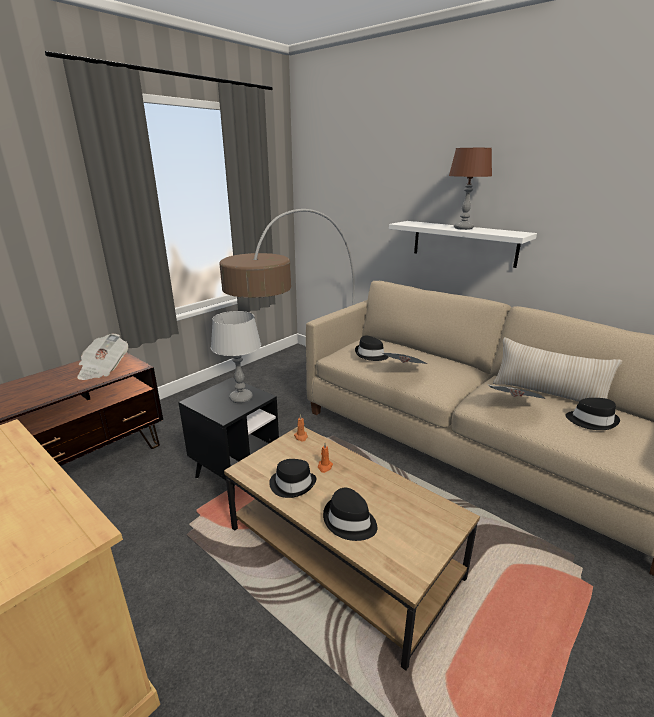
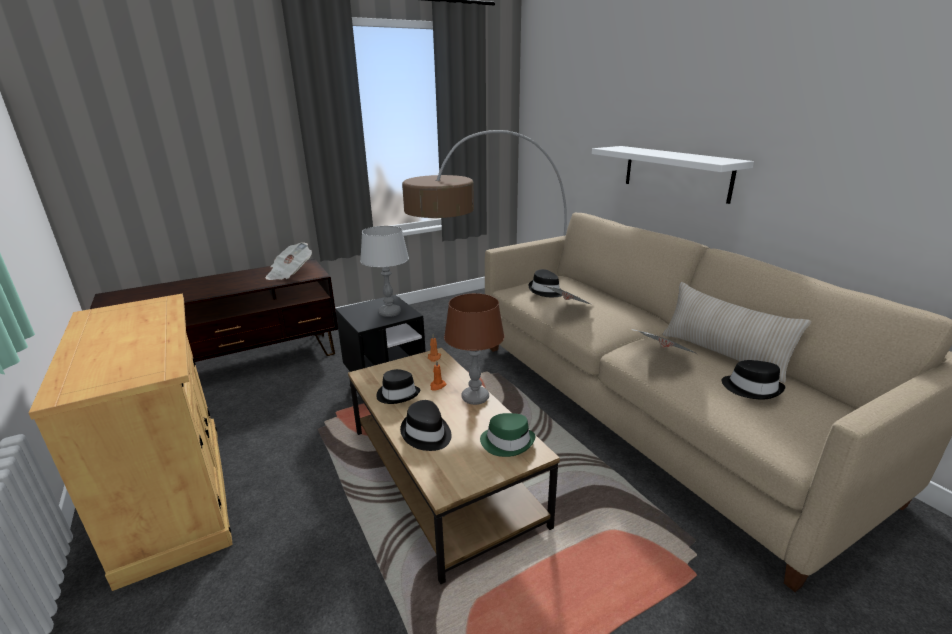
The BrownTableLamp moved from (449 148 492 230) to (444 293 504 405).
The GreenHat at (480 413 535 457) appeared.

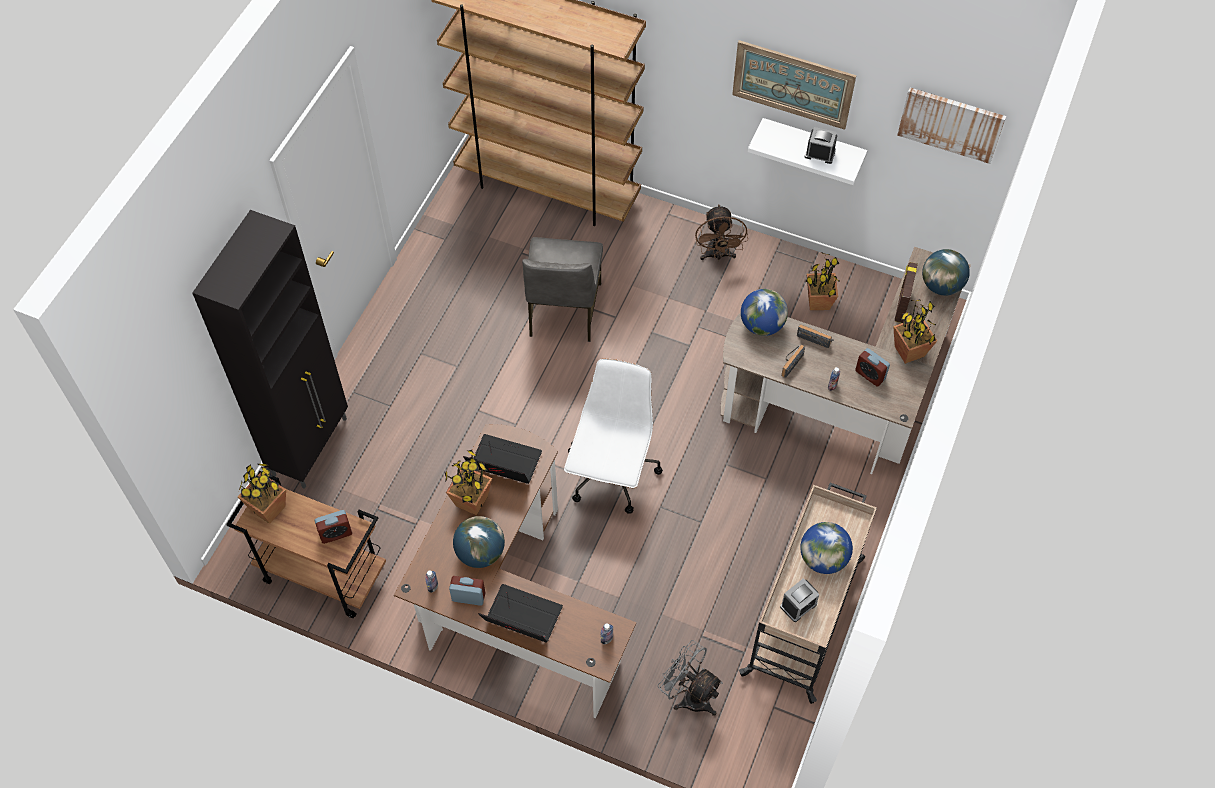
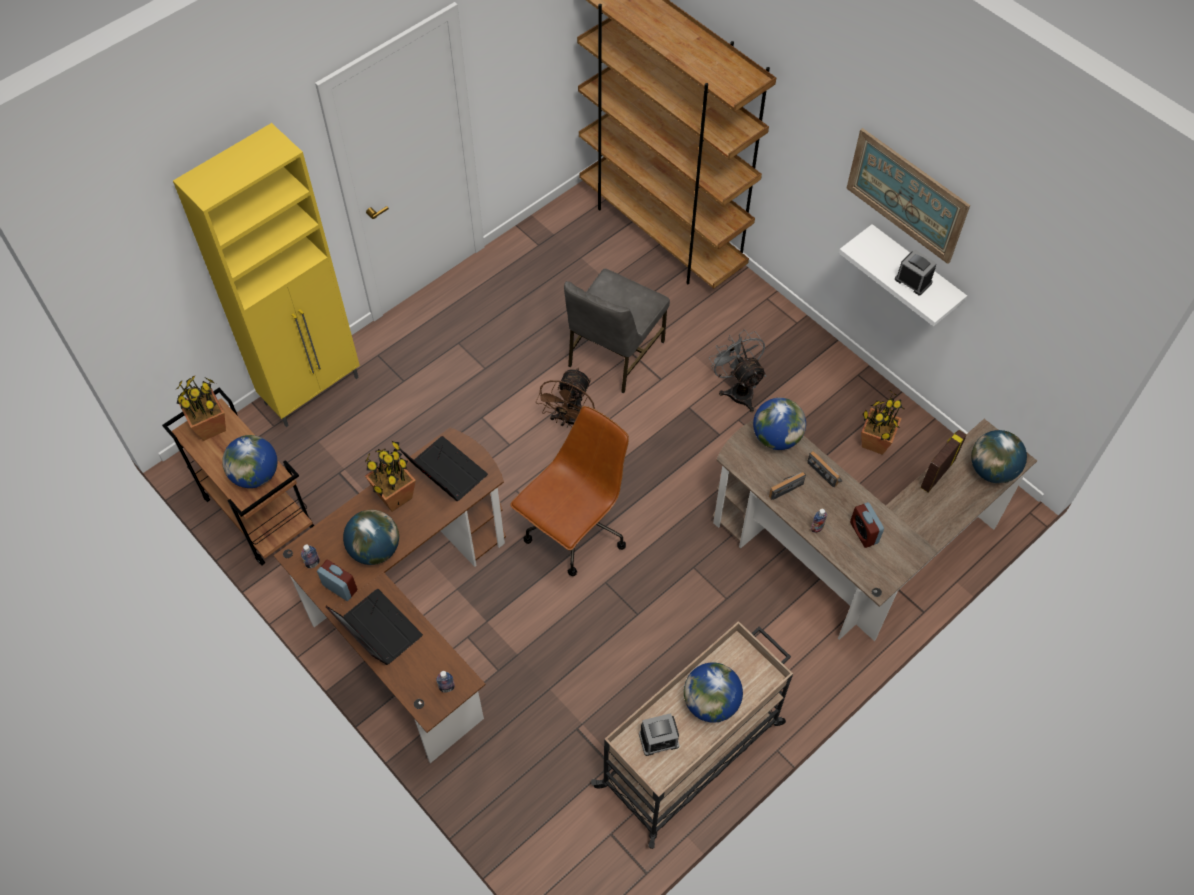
The Picture at (897 88 1006 164) disappeared.
The BrownFan moved from (695 204 748 261) to (536 368 595 428).
The BlackCabinet at (192 210 348 489) became the YellowCabinet at (173 123 360 427).
The PottedPlant at (893 300 937 364) disappeared.
The WhiteOfficeChair at (564 359 663 514) became the BrownOfficeChair at (510 406 629 576).
The AlarmClock at (315 510 352 544) was replaced by the Globe at (222 435 277 488).
The GreyFan moved from (658 640 723 716) to (709 330 766 412).

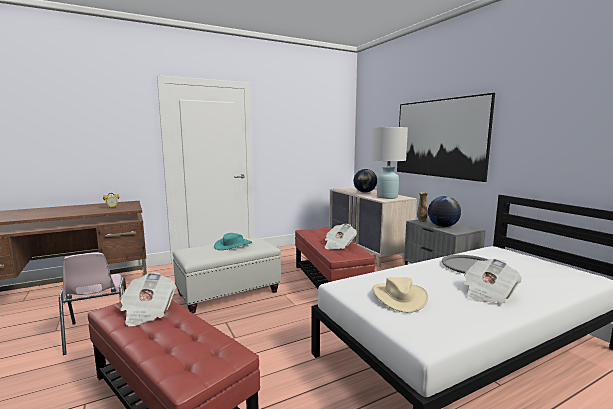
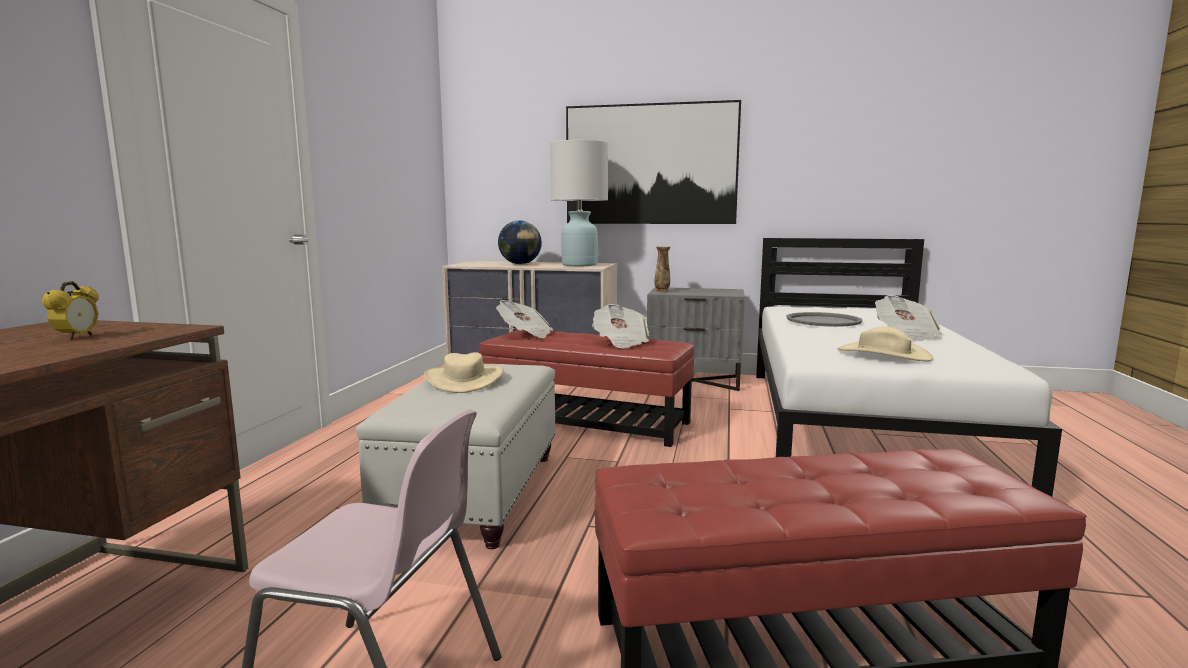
The Globe at (428 196 461 227) disappeared.
The TurquoiseHat at (214 233 252 250) became the BeigeHat at (424 352 504 393).
The Newspaper moved from (120 272 176 326) to (496 300 553 338).

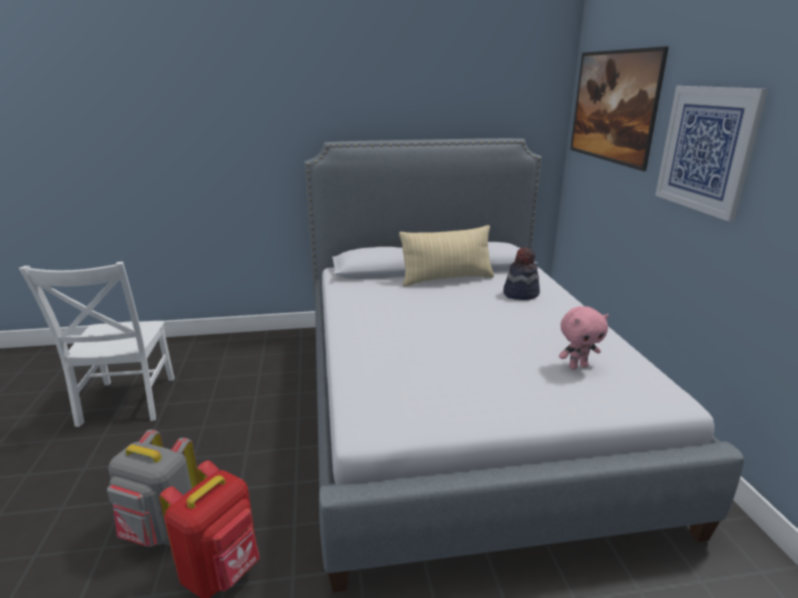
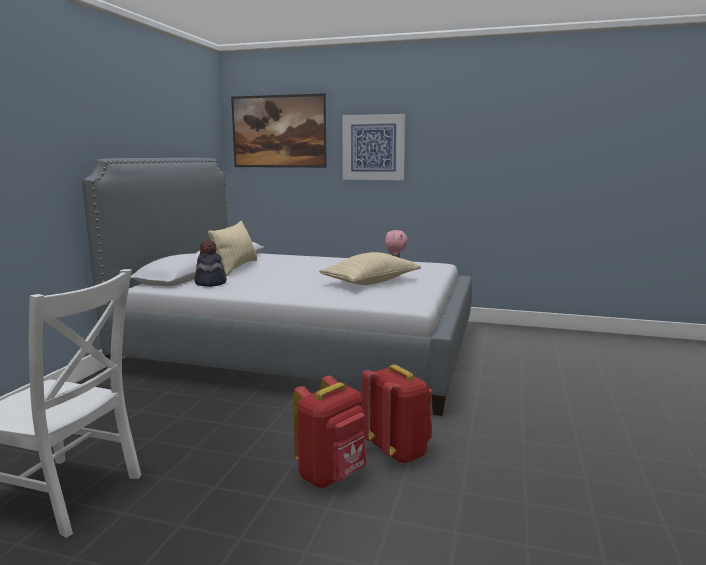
The Hat moved from (503 247 540 300) to (194 240 227 287).
The GreyBackpack at (107 430 199 547) became the RedBackpack at (293 376 366 488).
The BeigePillow at (319 252 421 285) appeared.

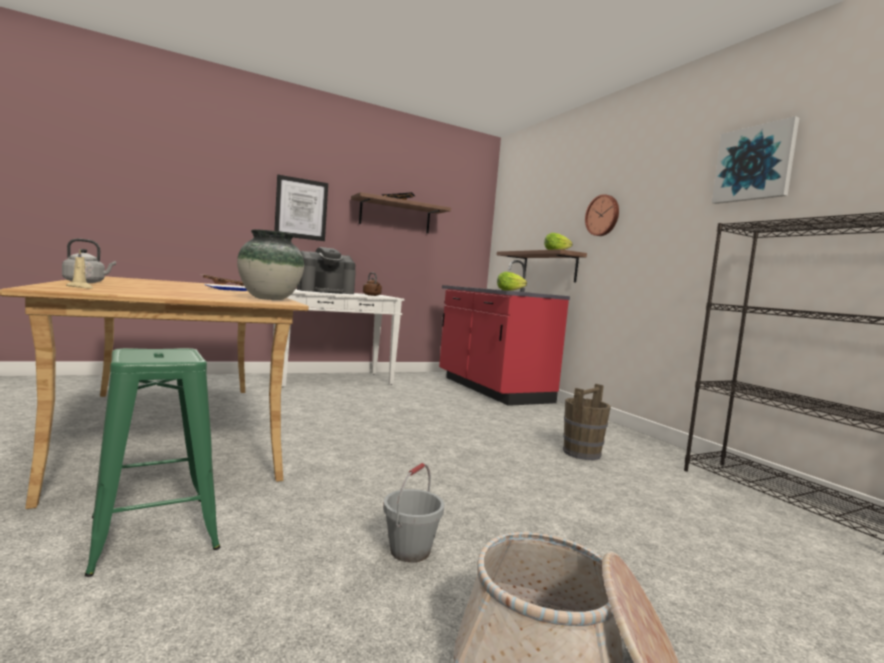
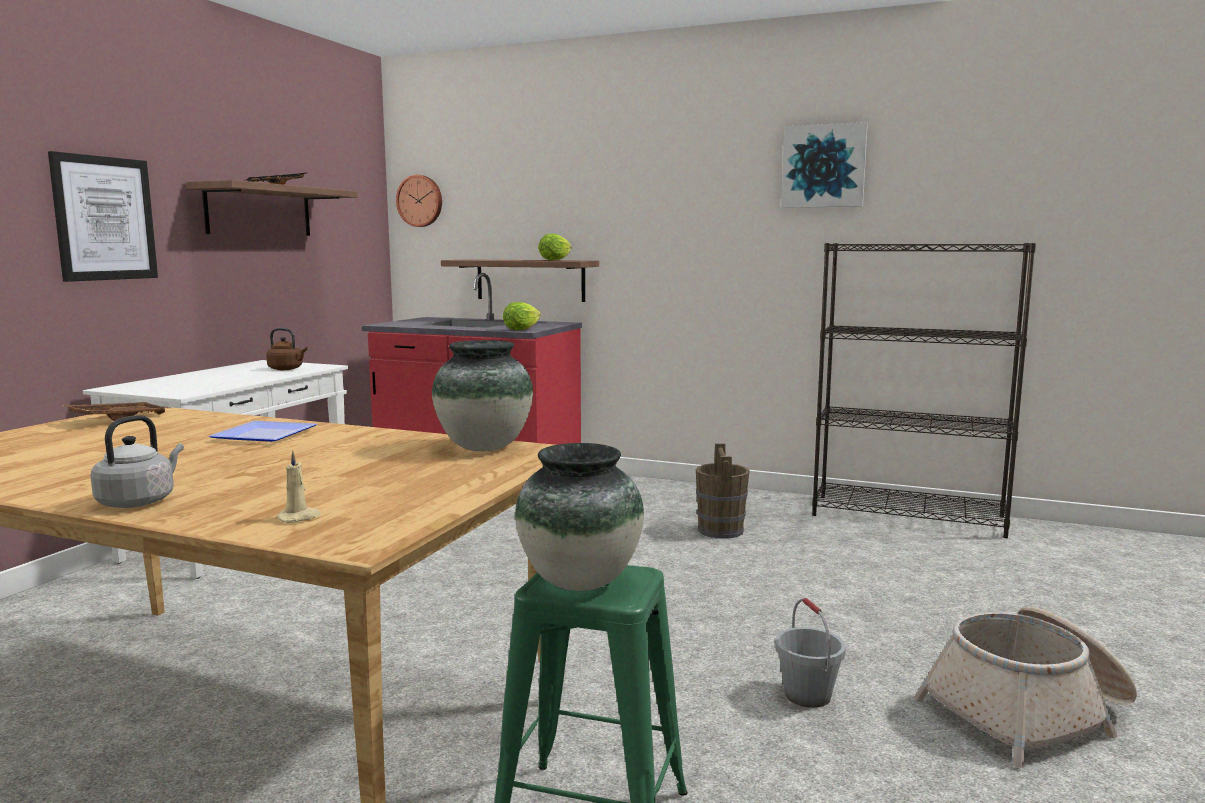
The WallClock moved from (585 194 619 236) to (396 175 442 227).
The CoffeeMachine at (297 247 356 294) disappeared.
The Vase at (515 443 644 591) appeared.

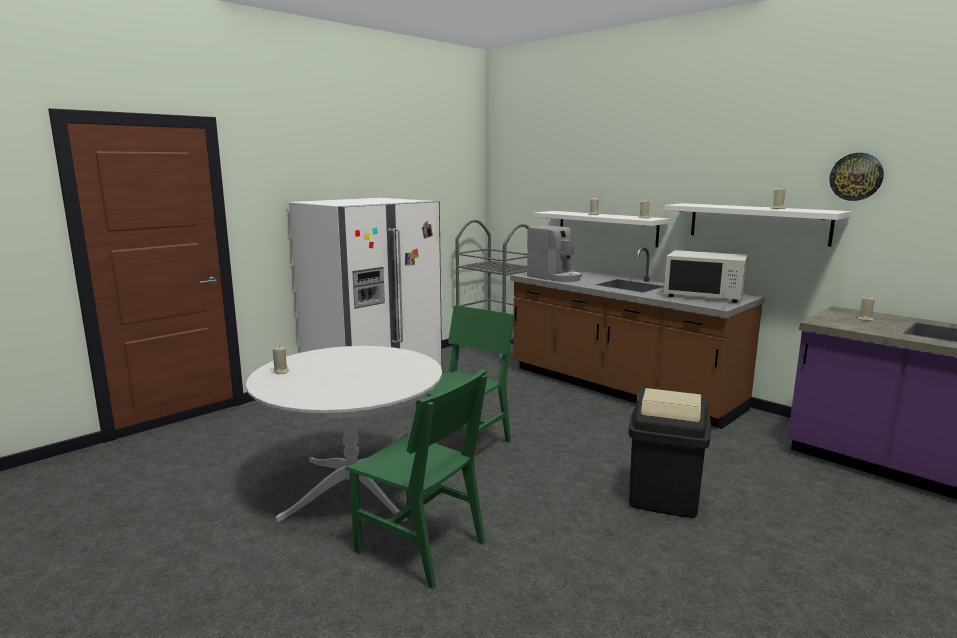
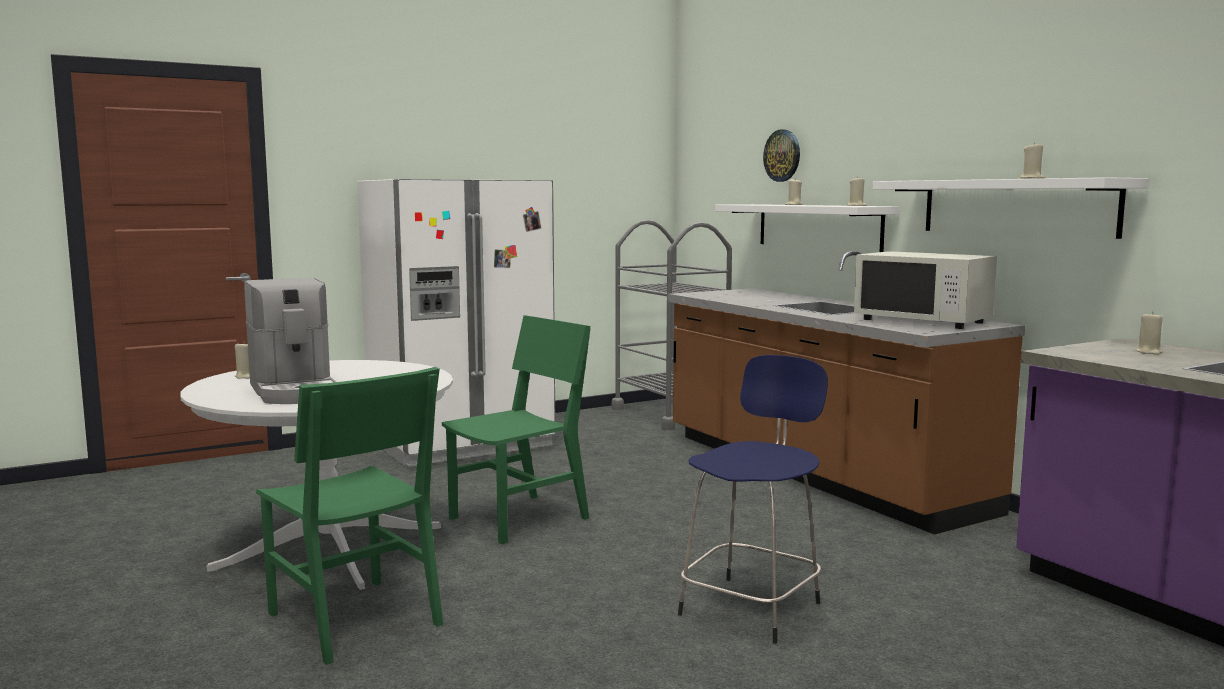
The WallClock moved from (829 153 884 201) to (763 129 800 182).
The CoffeeMachine moved from (527 225 582 282) to (244 278 336 404).
The BlackTrashCan at (628 388 711 518) was replaced by the BlueStool at (678 355 828 644).

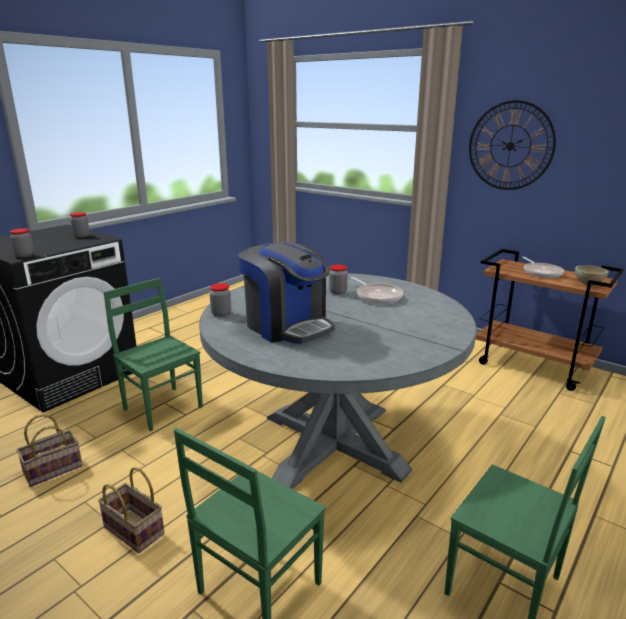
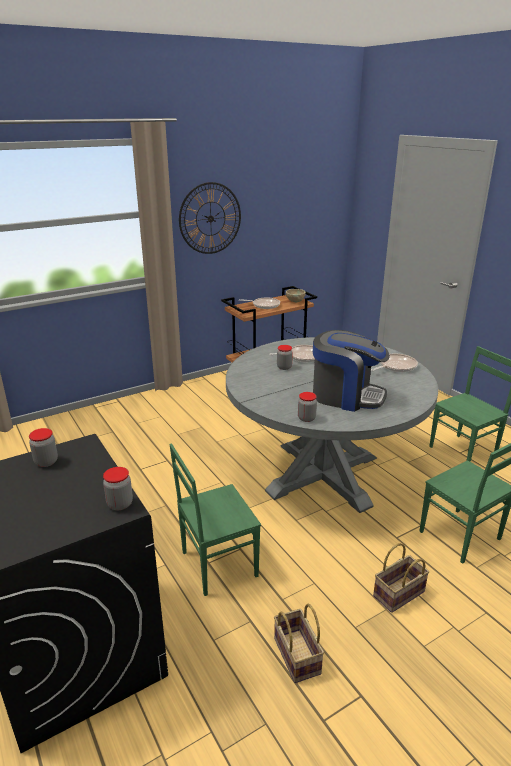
The CoffeeMachine at (238 242 335 344) turned 45 degrees clockwise.
The FryingPan at (371 354 418 372) appeared.

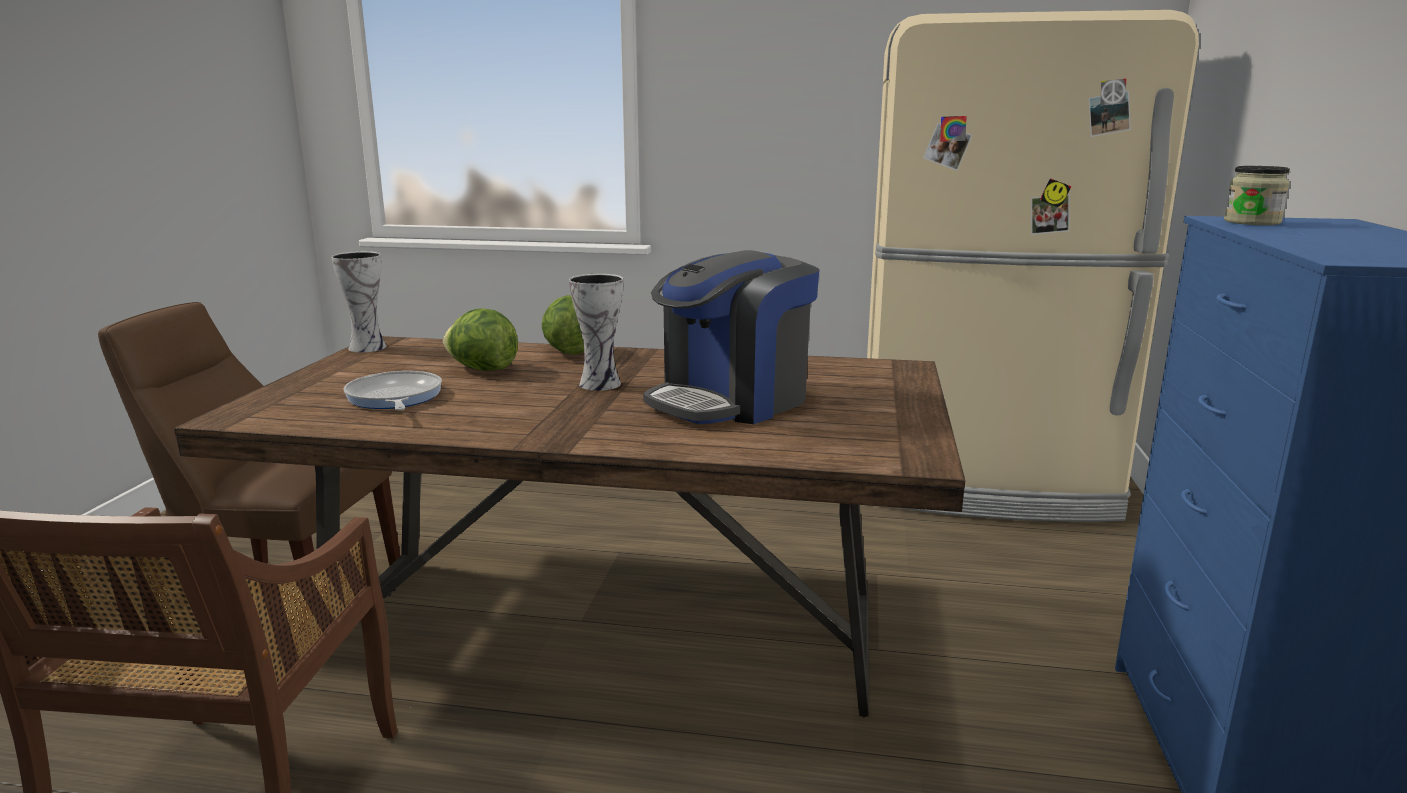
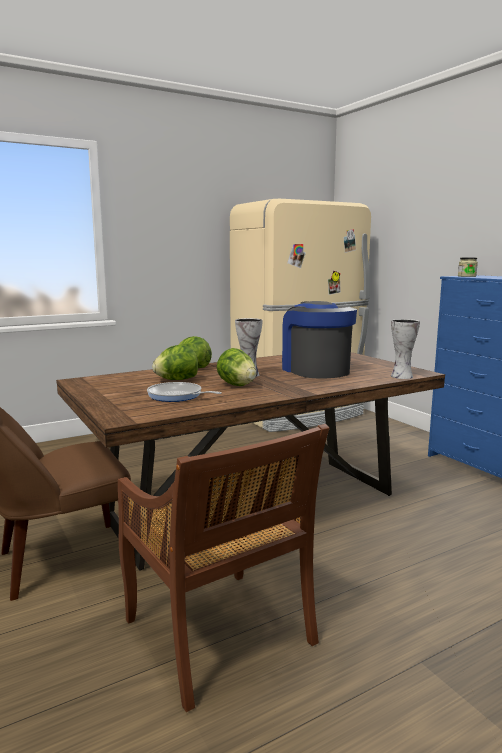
The CoffeeMachine at (643 250 820 424) turned 150 degrees clockwise.
The Vase moved from (331 251 386 352) to (391 319 420 379).
The Lettuce at (217 348 256 386) appeared.

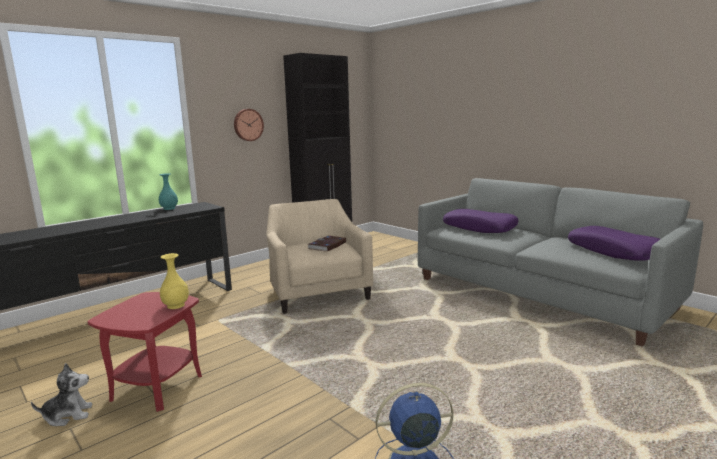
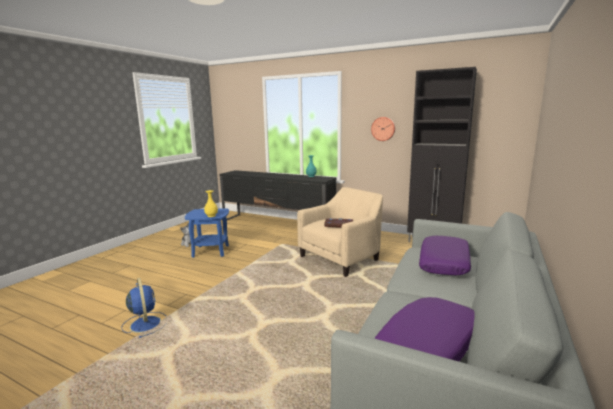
The RedSideTable at (87 292 202 412) became the BlueSideTable at (185 208 229 258).

